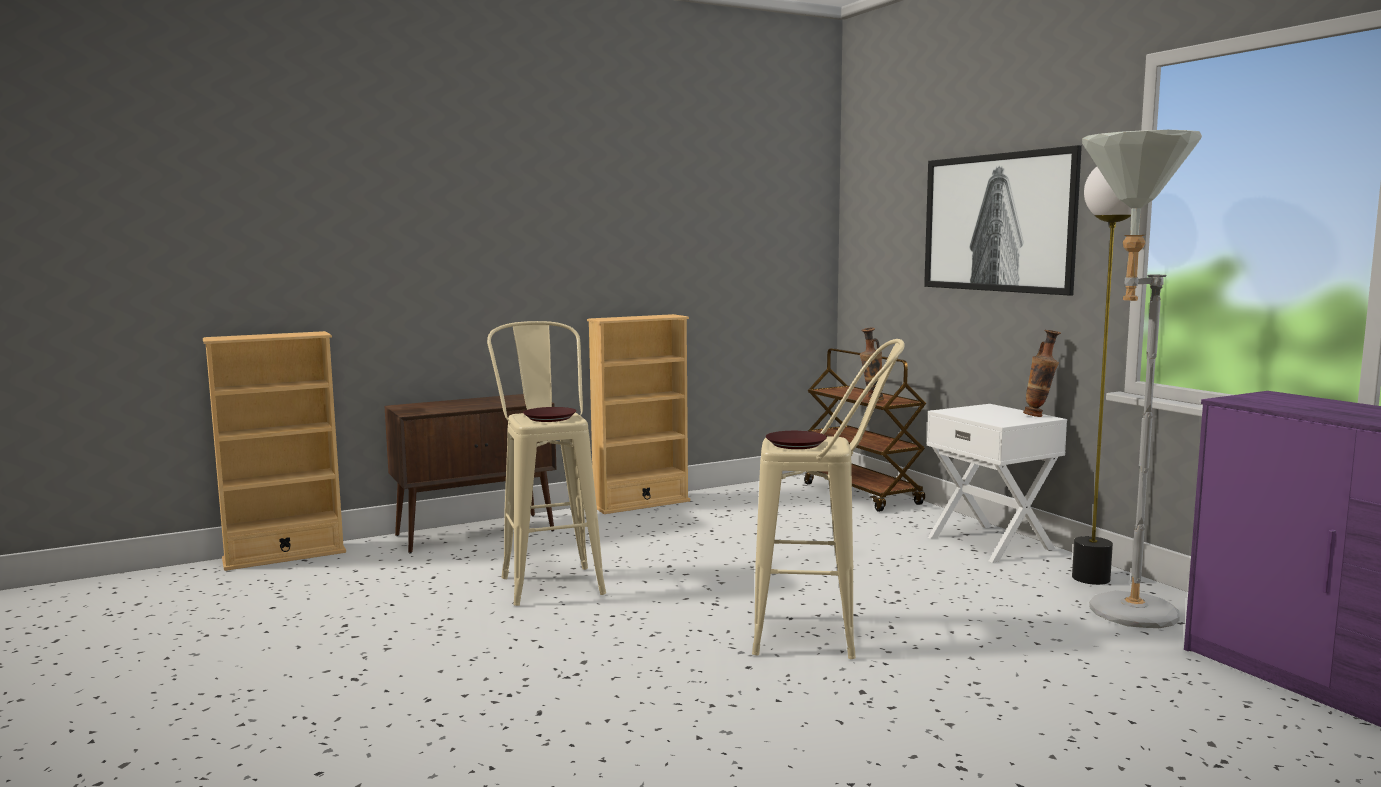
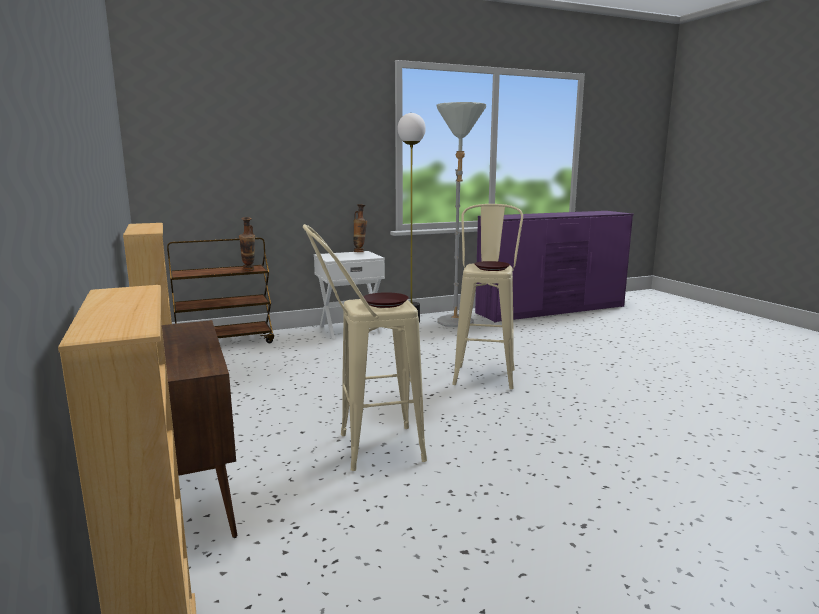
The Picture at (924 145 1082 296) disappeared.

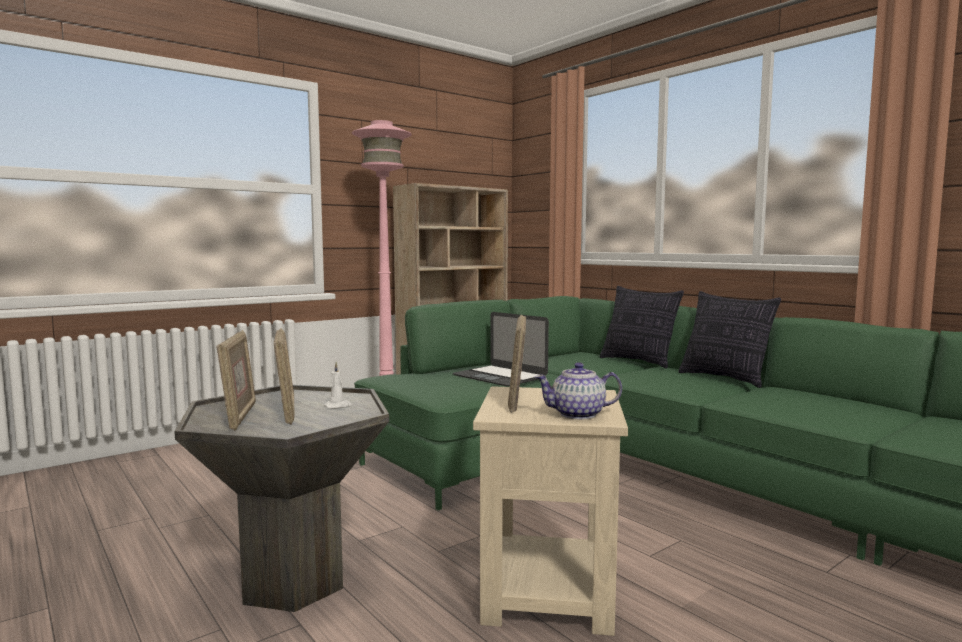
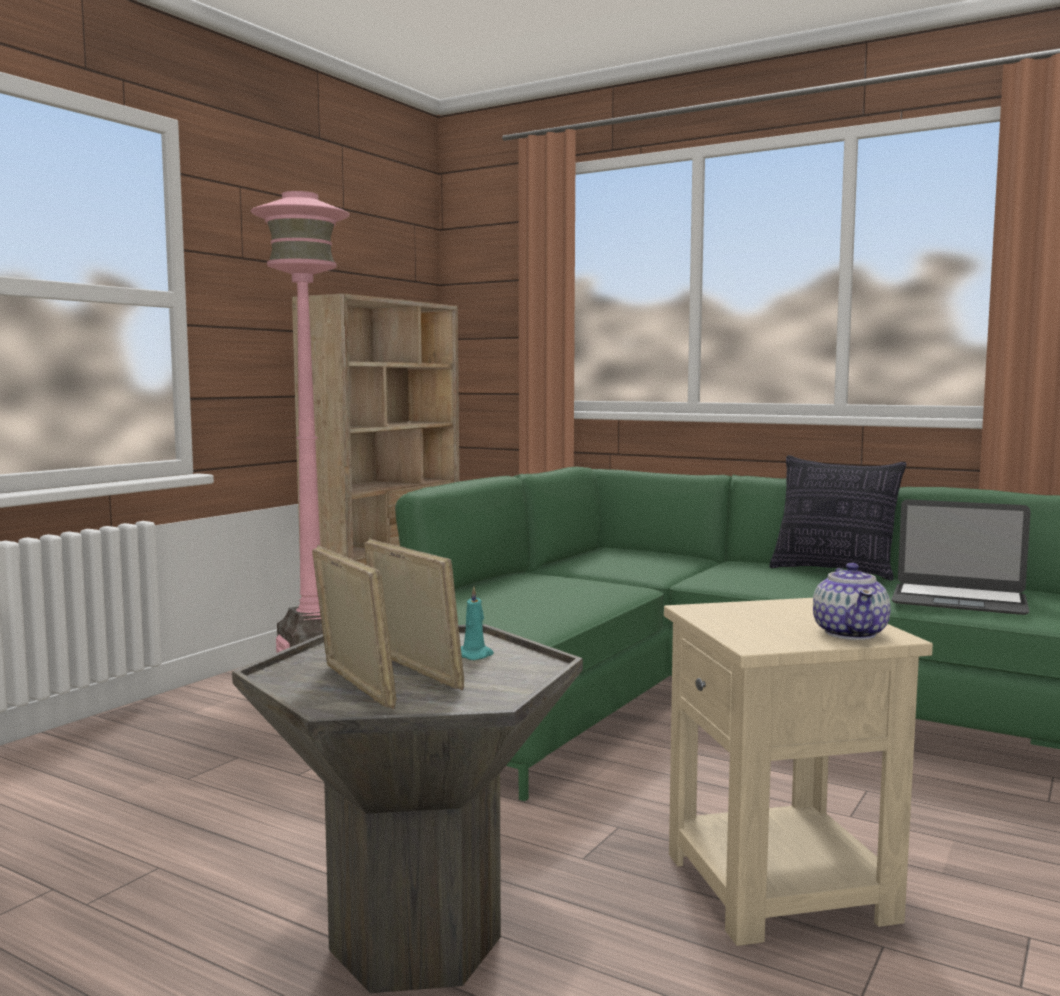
The Pillow at (600 286 684 369) disappeared.
The Laptop moved from (452 312 549 386) to (891 499 1031 615).
The PictureFrame at (508 315 526 413) disappeared.
The WhiteCandle at (324 362 352 409) became the TurquoiseCandle at (461 586 494 660).
The Teapot at (535 362 622 419) turned 60 degrees counterclockwise.

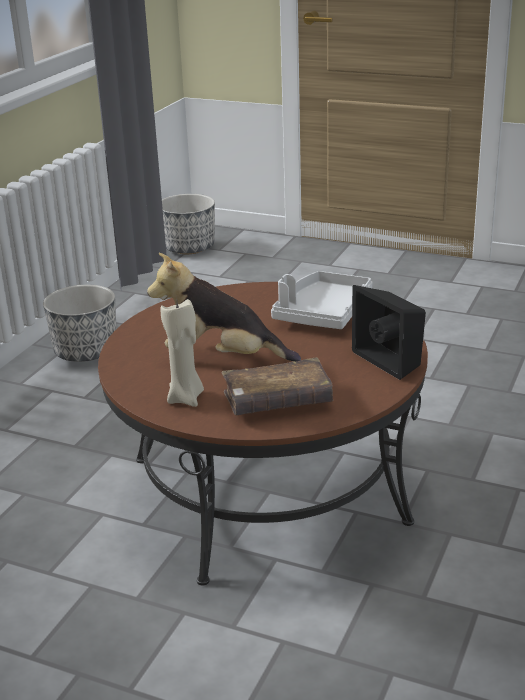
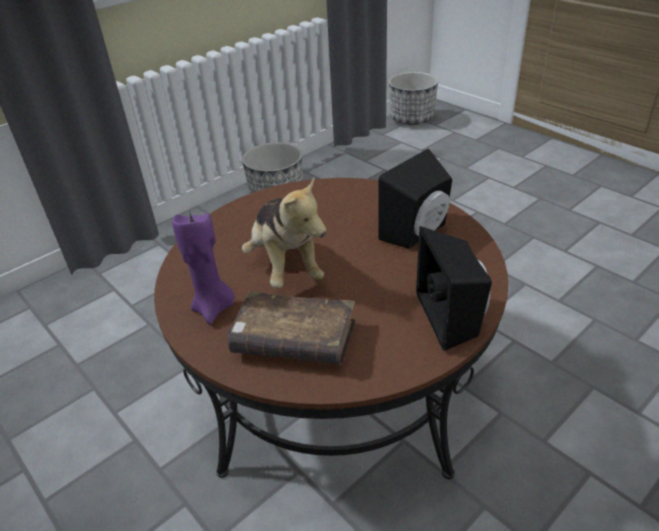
The PlushToy at (147 253 301 361) turned 150 degrees counterclockwise.
The GreyTray at (271 271 372 329) was replaced by the BlackSpeaker at (379 149 452 249).
The BeigeCandle at (161 299 204 407) became the PurpleCandle at (172 211 234 324).

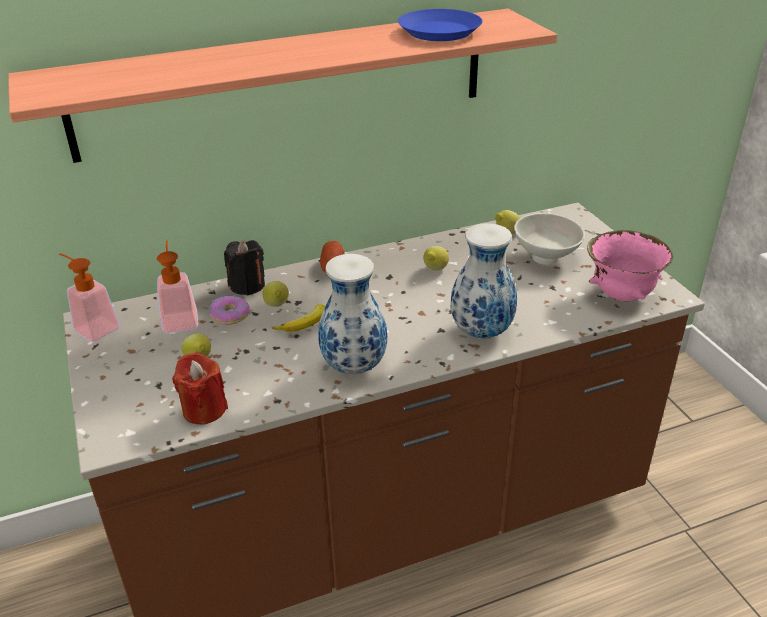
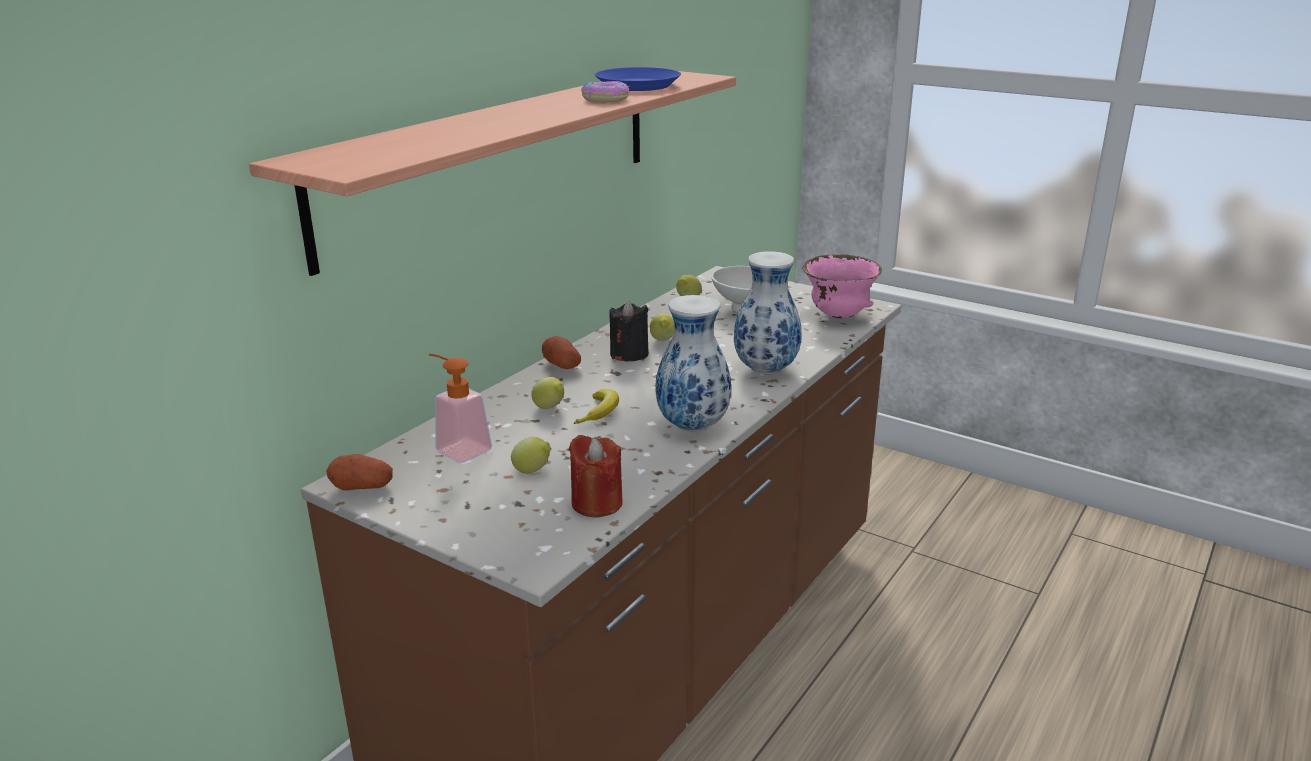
The BlackCandle moved from (224 240 265 296) to (609 301 649 362).
The SoapDispenser at (59 253 120 342) was replaced by the Potato at (327 454 393 490).
The Donut moved from (209 295 250 325) to (581 81 629 102).

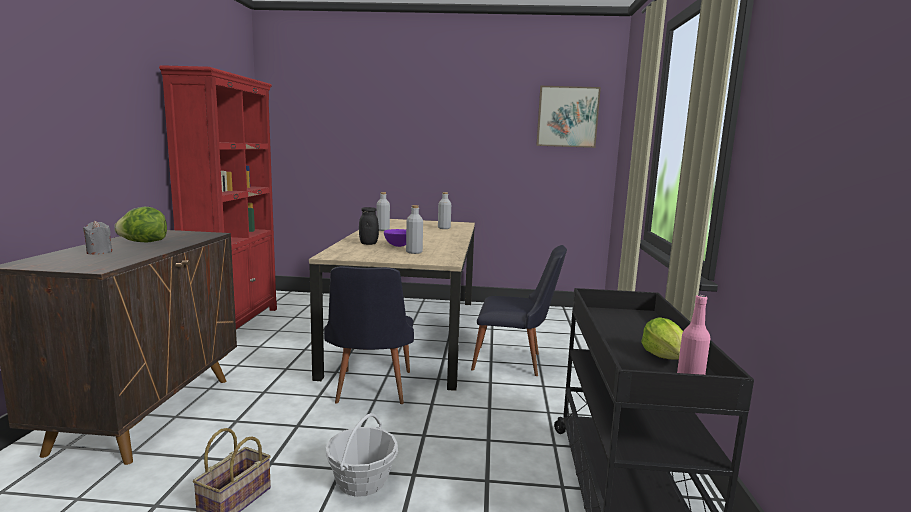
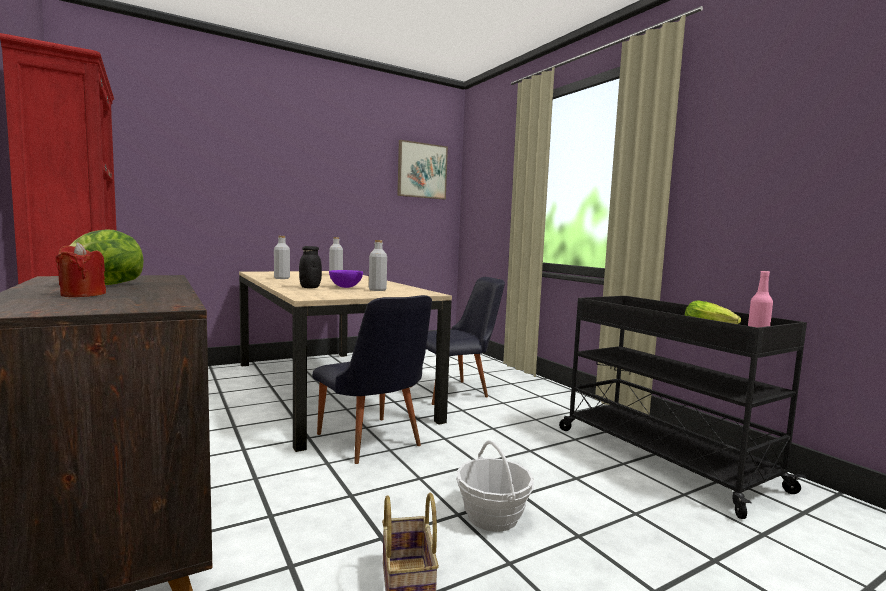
The GreyCandle at (83 221 112 255) became the RedCandle at (56 242 106 297).

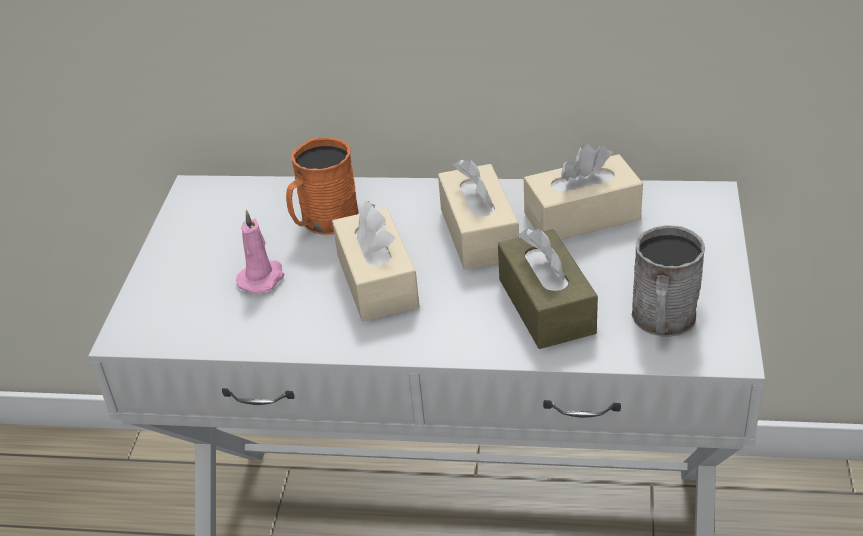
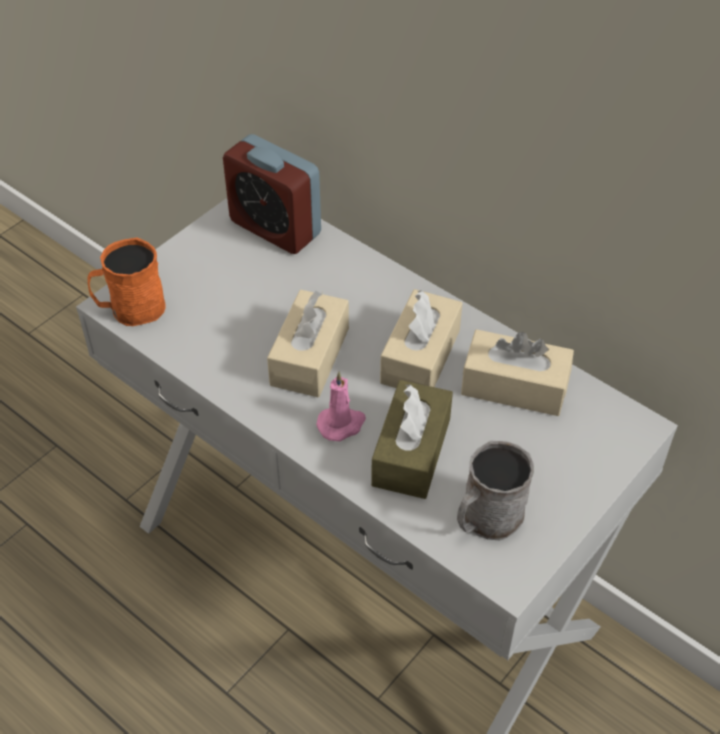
The OrangeMug moved from (286 137 359 235) to (87 237 166 326).
The PinkCandle moved from (236 209 284 294) to (316 372 366 441).
The AlarmClock at (223 134 321 254) appeared.

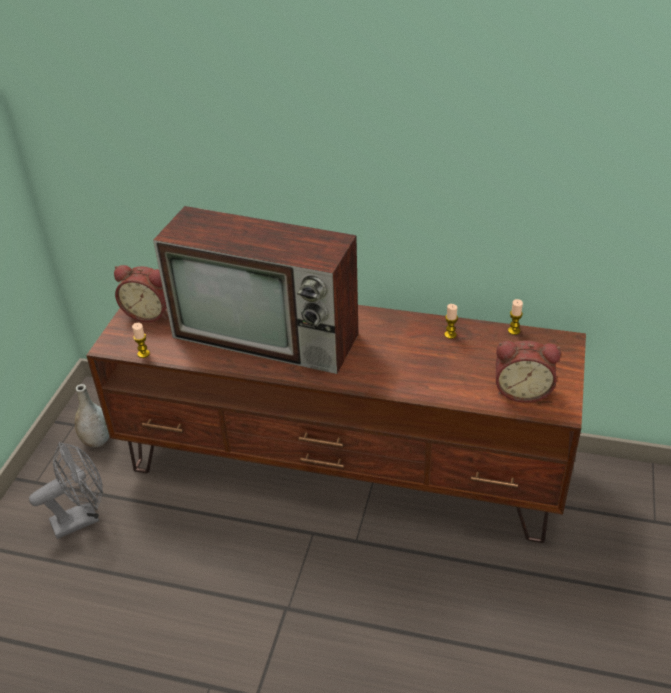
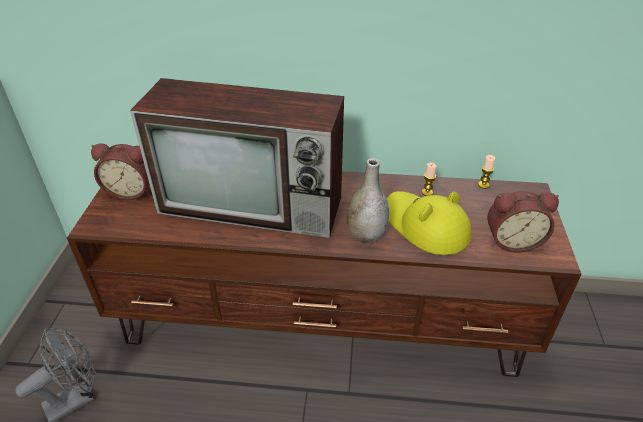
The Candle at (132 323 150 358) disappeared.
The GreyVase moved from (75 384 109 447) to (347 158 389 243).
The YellowHat at (387 191 471 255) appeared.

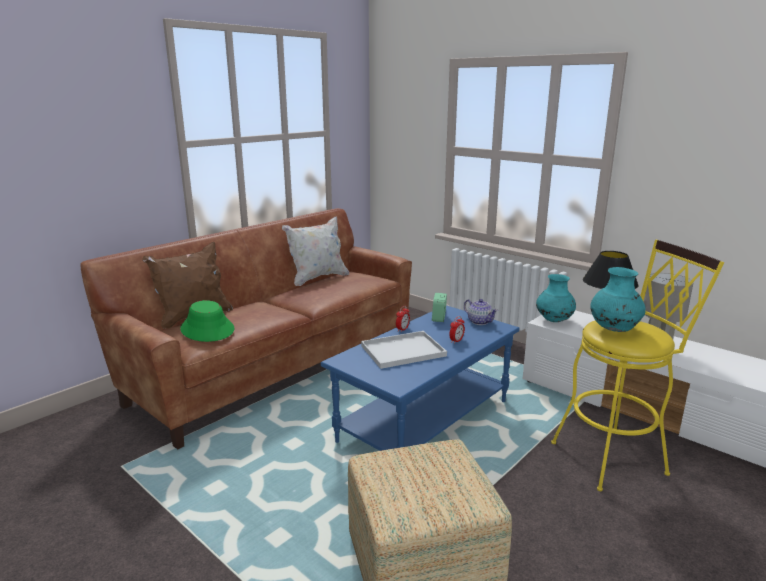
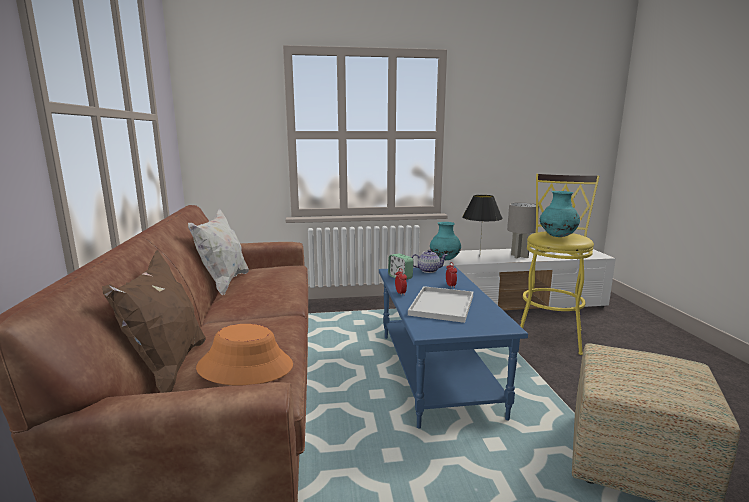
The GreenHat at (180 300 234 342) became the OrangeHat at (196 324 293 386).

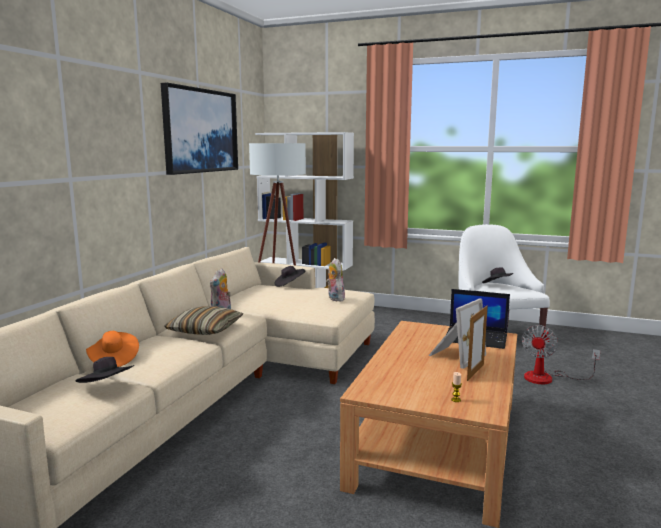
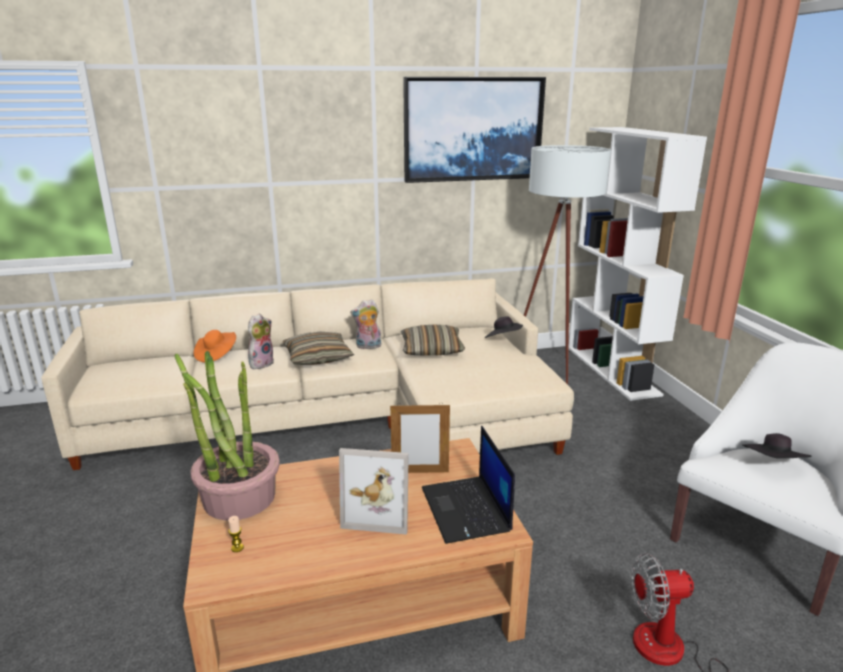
The PlushToy moved from (326 258 345 301) to (248 314 274 369).
The PictureFrame moved from (467 305 488 381) to (390 403 450 473).
The BlackHat at (76 357 134 383) disappeared.
The Pillow at (401 325 465 356) appeared.
The PottedPlant at (174 351 280 521) appeared.

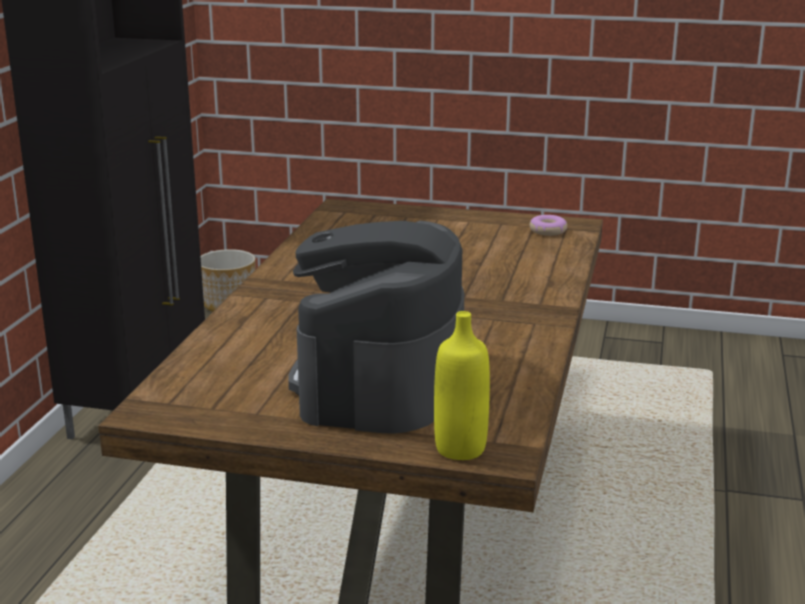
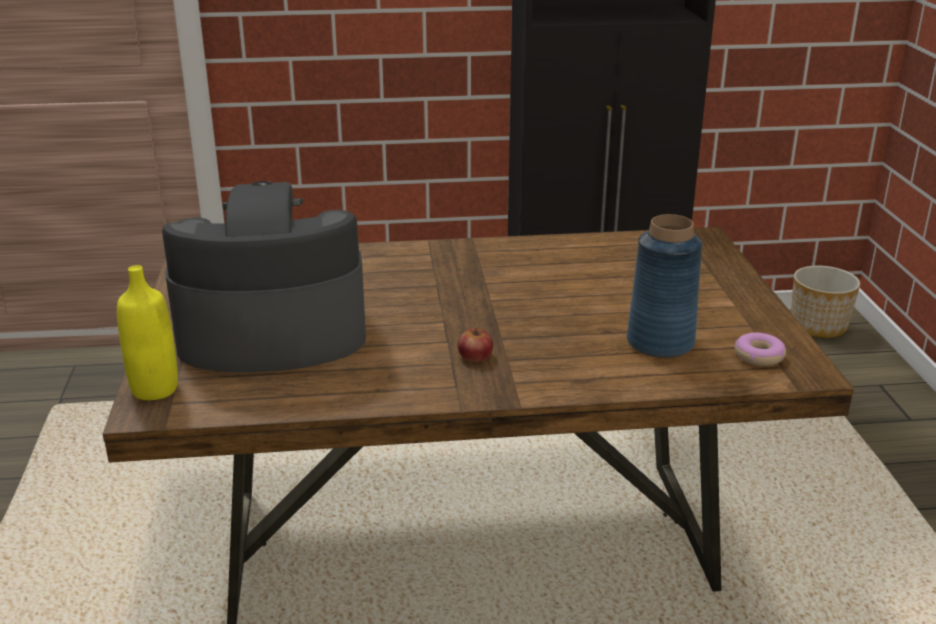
The BlueVase at (627 214 703 358) appeared.
The Apple at (458 328 493 362) appeared.

